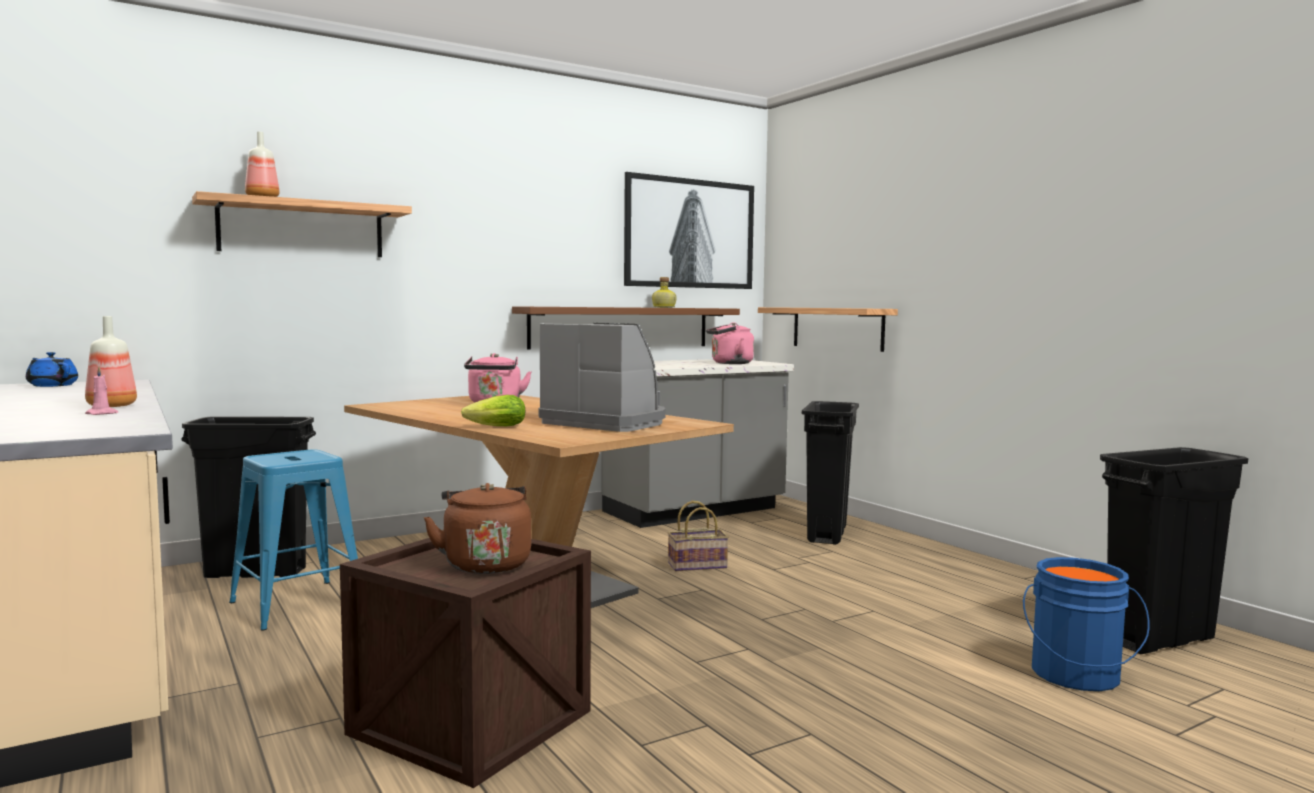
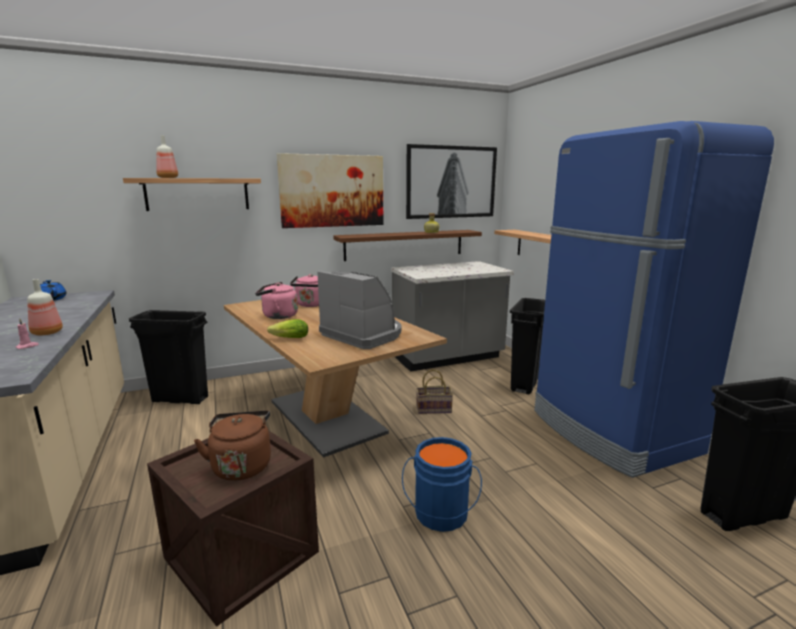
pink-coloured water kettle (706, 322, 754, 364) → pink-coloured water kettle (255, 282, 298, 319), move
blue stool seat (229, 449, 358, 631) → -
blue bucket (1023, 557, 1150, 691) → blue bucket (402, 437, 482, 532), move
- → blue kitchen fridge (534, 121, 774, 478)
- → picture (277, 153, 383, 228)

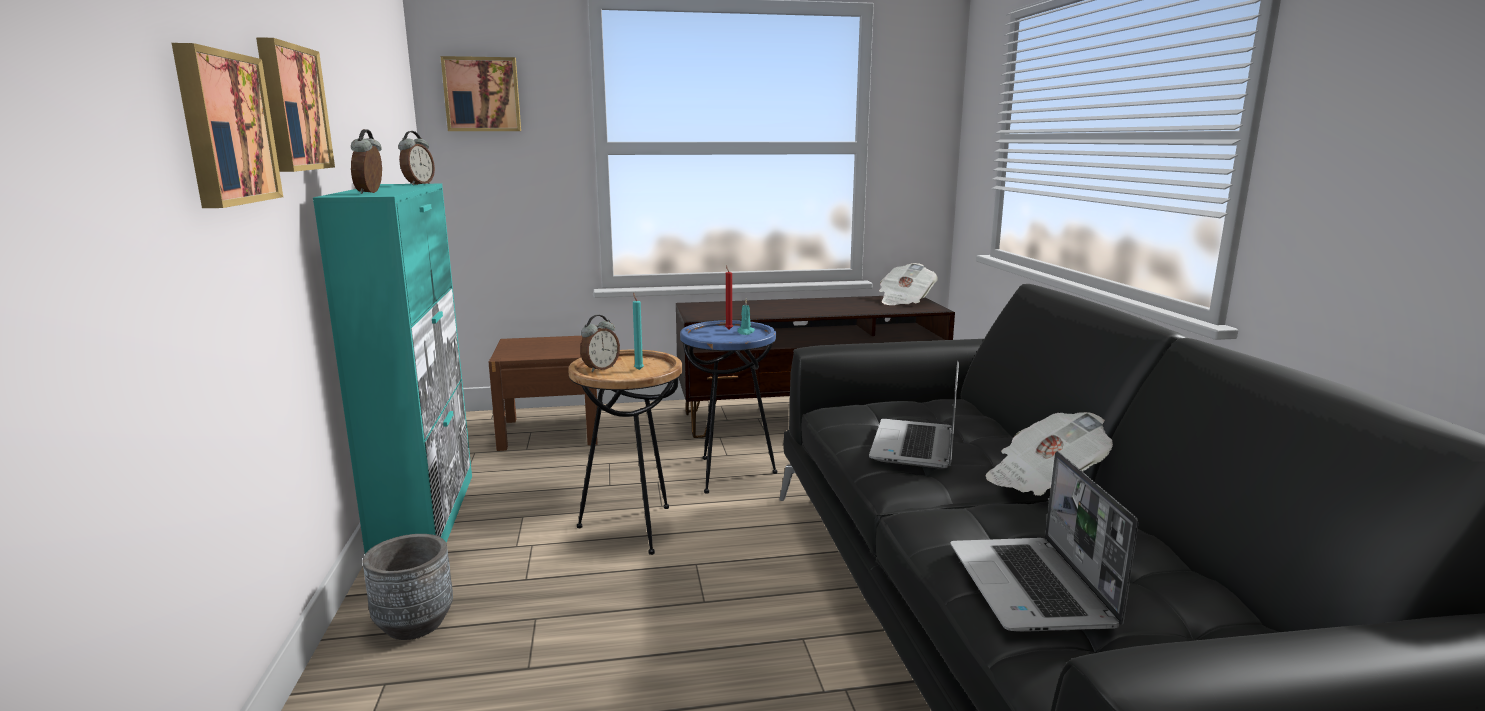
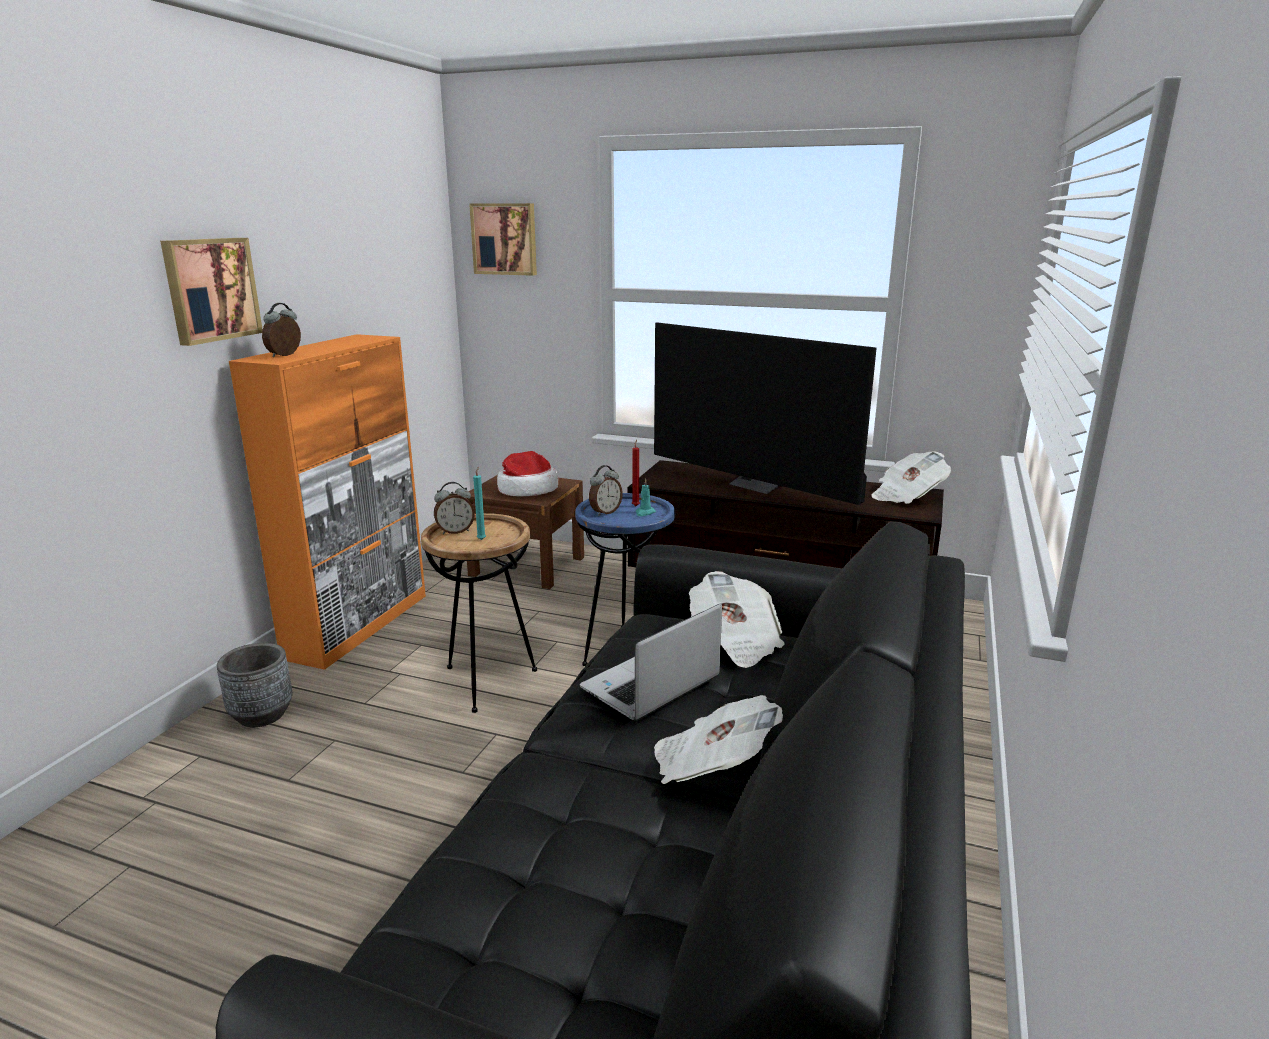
picture (172, 43, 283, 208) → -
bedside clock (398, 131, 435, 185) → bedside clock (589, 465, 623, 516), move
turquoise-coloured cupboard (313, 184, 472, 554) → orange cupboard (229, 334, 426, 670)
notebook computer (950, 451, 1138, 632) → -
- → TV set (654, 322, 877, 505)
- → hat (497, 451, 558, 496)
- → newspaper (689, 571, 785, 668)

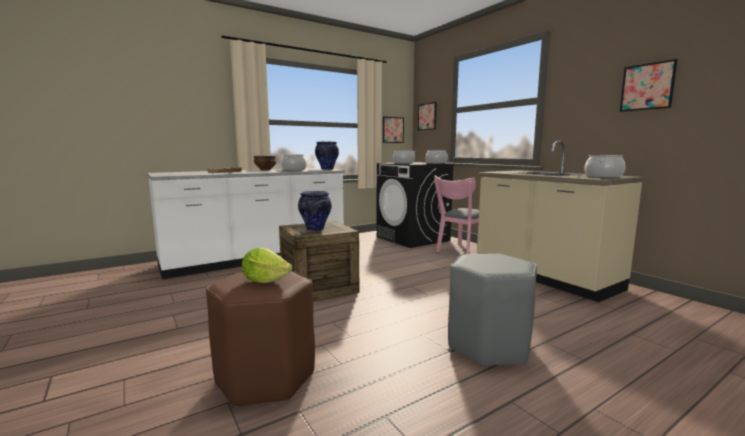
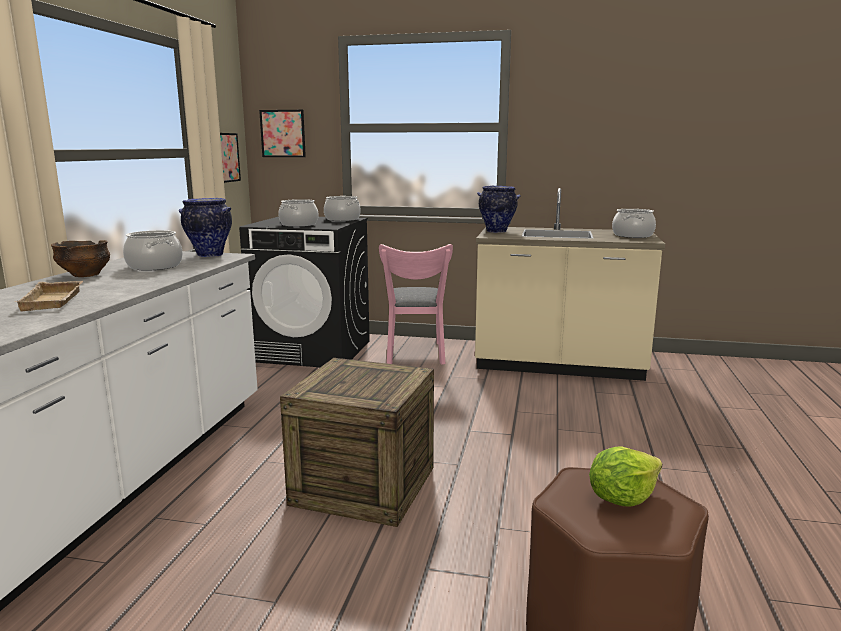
picture (620, 59, 678, 112) → -
vase (298, 191, 331, 231) → vase (477, 186, 521, 233), move
grey stool seat (448, 254, 537, 367) → -

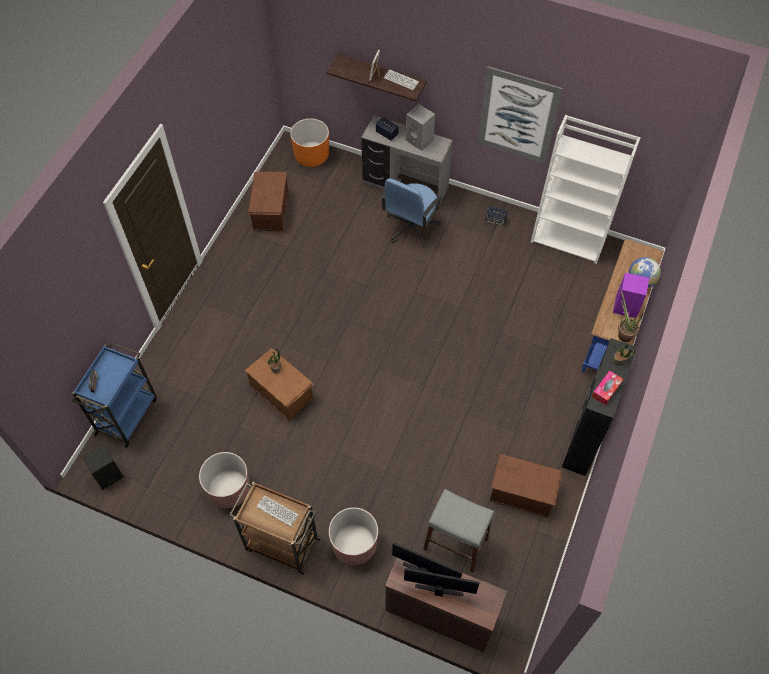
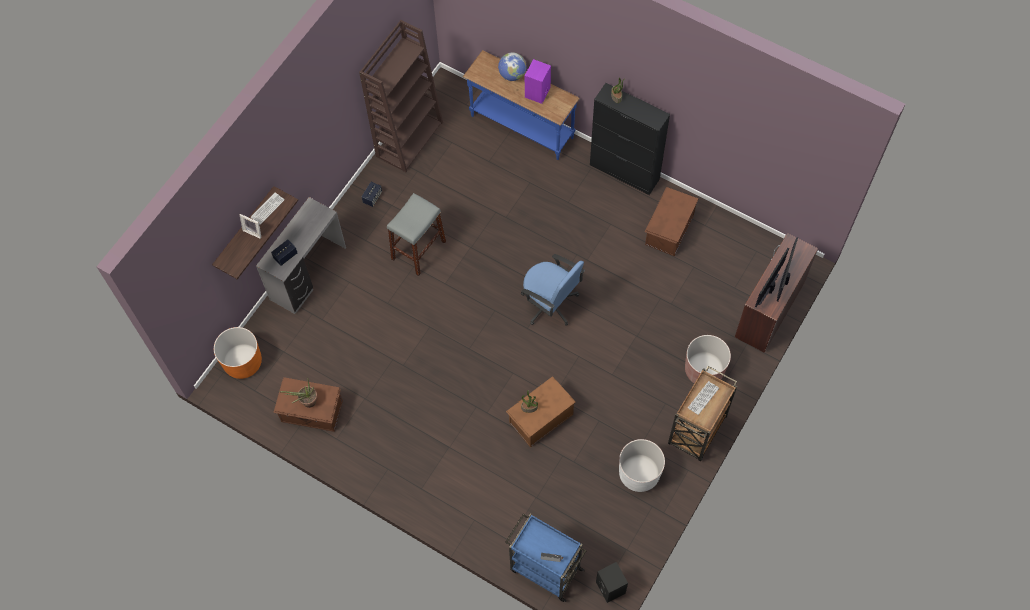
picture (477, 66, 563, 164) → -
grey loudspeaker (406, 104, 435, 151) → -
whitish bookcase (531, 115, 641, 264) → brown-coloured bookcase (359, 20, 443, 172)
blue desk chair (381, 178, 442, 248) → blue desk chair (521, 254, 585, 325), move
houseplant (615, 289, 645, 342) → houseplant (279, 380, 317, 408), move
tissue holder (592, 371, 623, 405) → -
brown-coloured planter (199, 452, 250, 509) → whitish planter (619, 439, 665, 492)
grey stool seat (423, 489, 494, 573) → grey stool seat (387, 193, 446, 276), move

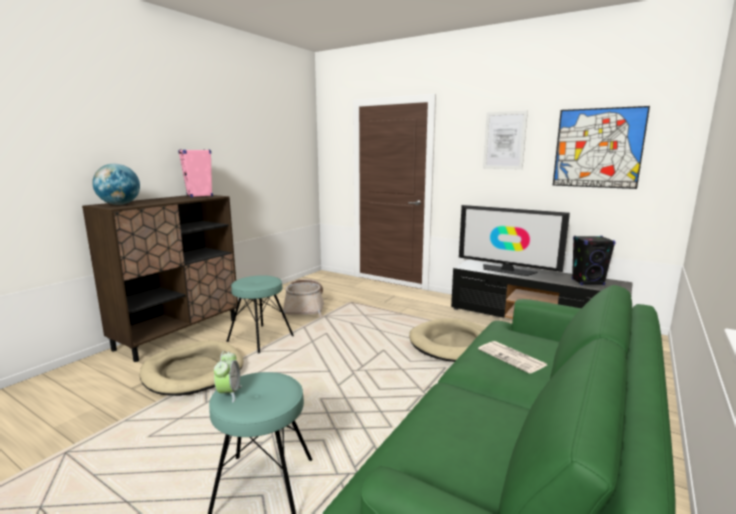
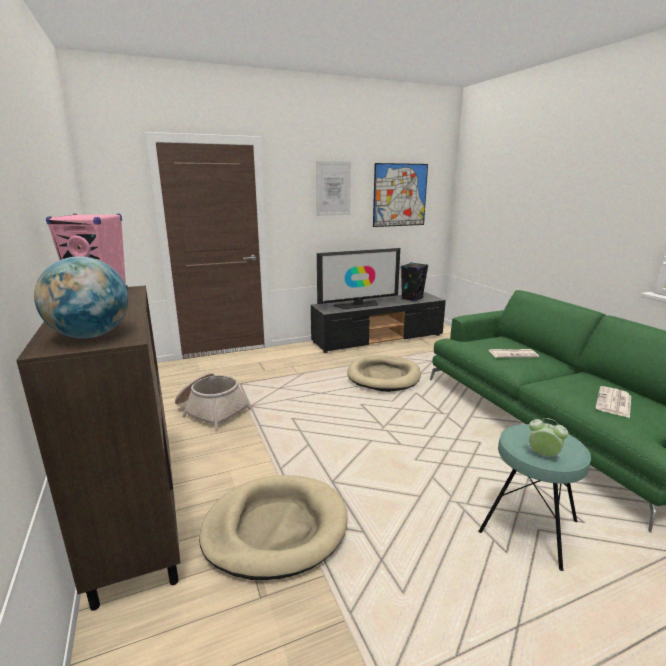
turquoise-coloured stool seat (226, 275, 294, 354) → -
- → newspaper (595, 386, 631, 418)

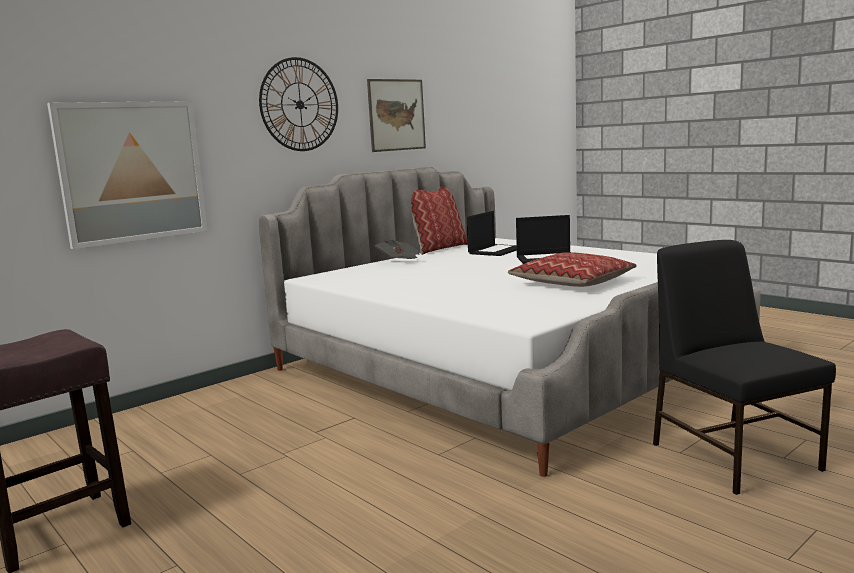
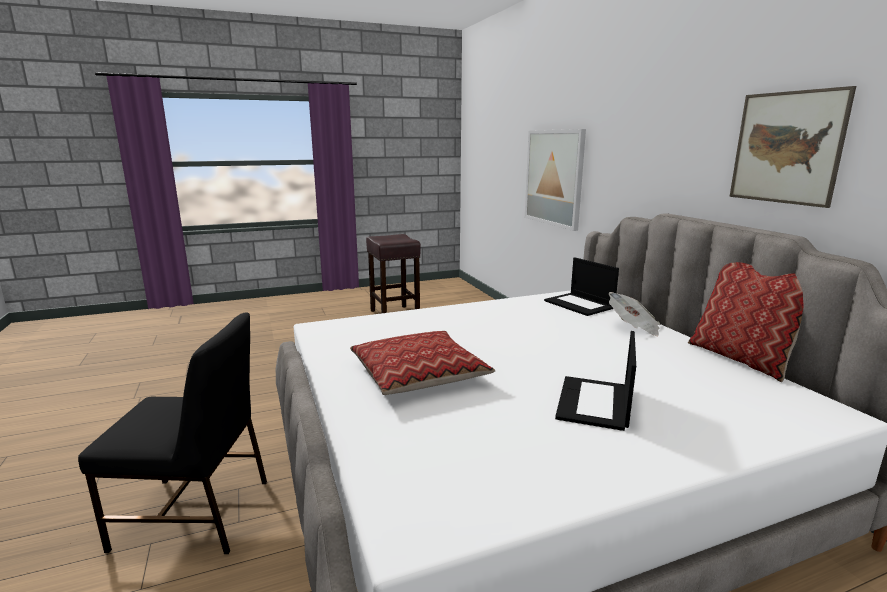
wall clock (259, 57, 338, 151) → -
notebook computer (467, 211, 517, 256) → notebook computer (544, 257, 619, 316), move

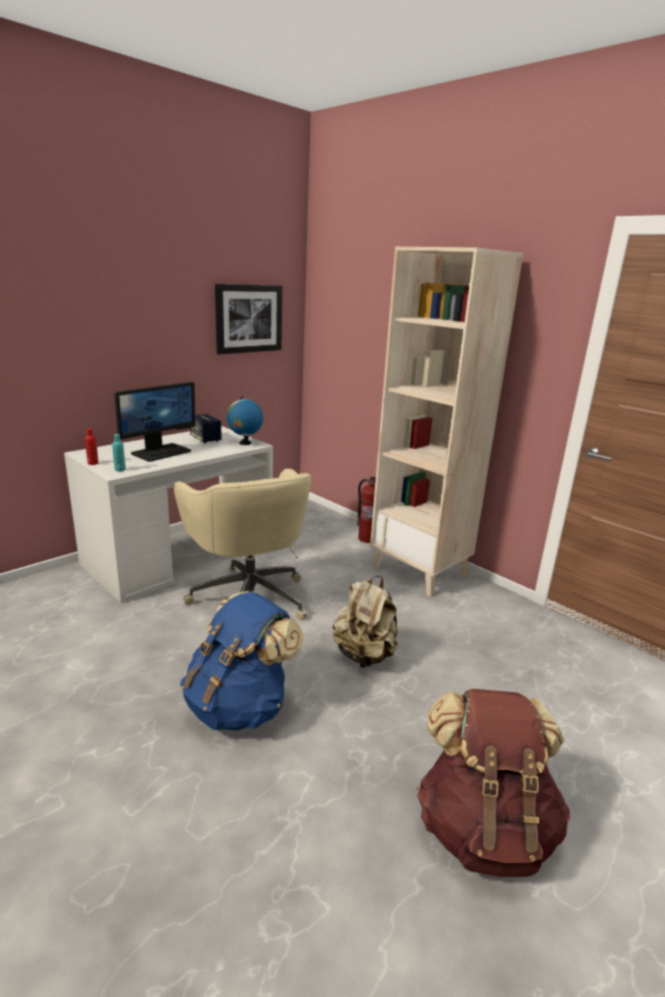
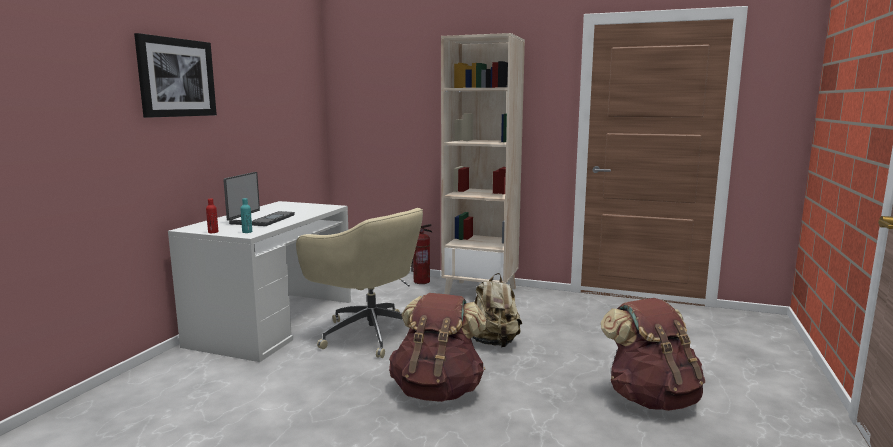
picture (215, 284, 282, 354) → picture (134, 33, 217, 118), move
computer screen (114, 382, 195, 462) → notebook computer (223, 172, 295, 226)
desk globe (227, 396, 263, 445) → -
loudspeaker (190, 414, 222, 443) → -
blue rucksack (180, 591, 304, 731) → brown-coloured rucksack (389, 293, 487, 402)

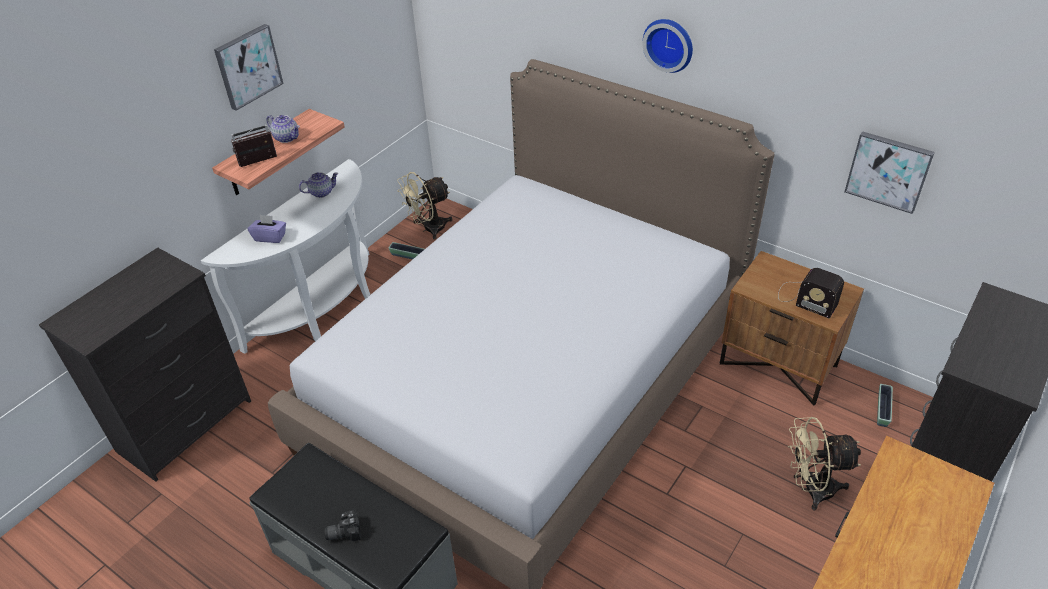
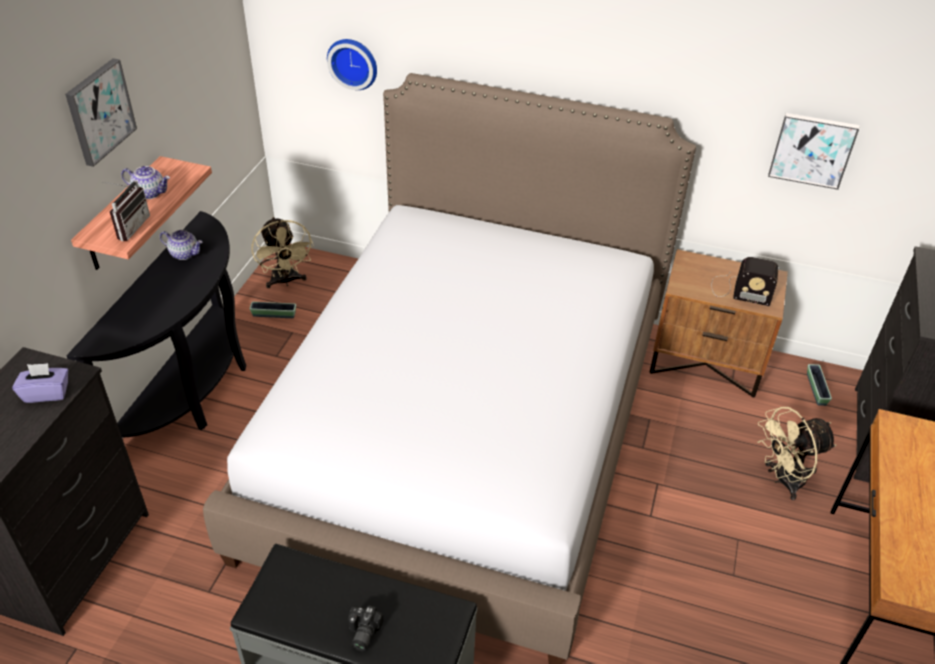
wall clock (643, 19, 693, 73) → wall clock (327, 39, 377, 90), move
radio set (231, 125, 277, 167) → radio set (104, 180, 150, 241), 150 degrees clockwise
whitish narrow table (201, 159, 370, 354) → black-coloured narrow table (66, 211, 246, 438)
teapot (299, 172, 338, 198) → teapot (160, 230, 203, 260), 60 degrees clockwise
beige fan (397, 172, 452, 239) → beige fan (251, 217, 314, 288), 60 degrees counterclockwise
purple tissue holder (248, 214, 286, 243) → purple tissue holder (12, 363, 68, 403), move
photo camera (324, 510, 361, 541) → photo camera (348, 605, 384, 651), 45 degrees counterclockwise

